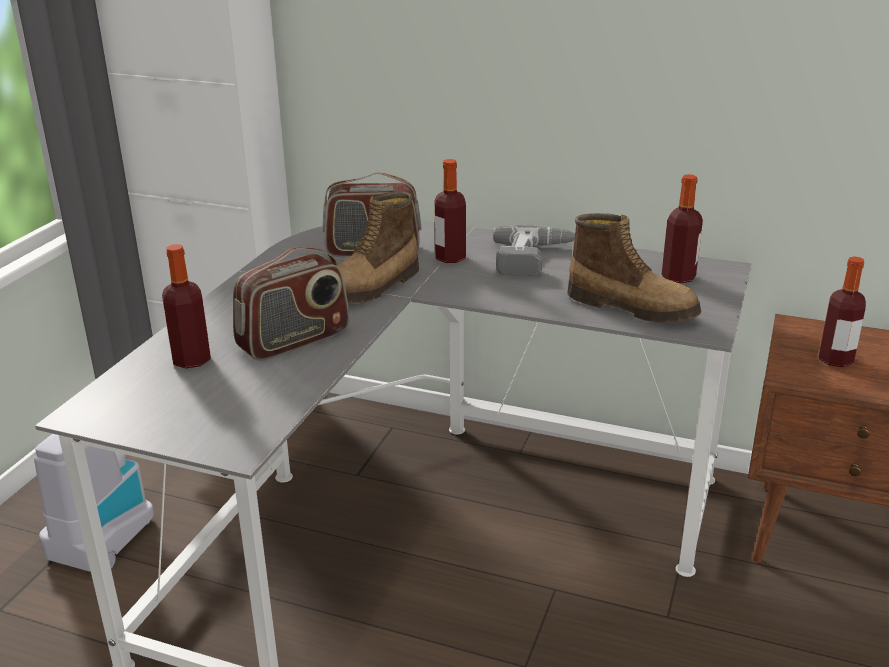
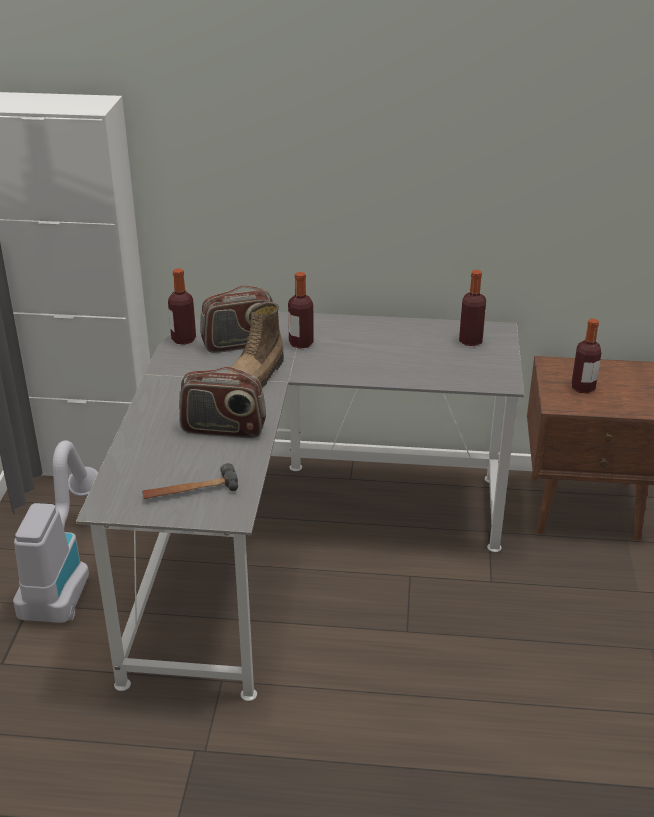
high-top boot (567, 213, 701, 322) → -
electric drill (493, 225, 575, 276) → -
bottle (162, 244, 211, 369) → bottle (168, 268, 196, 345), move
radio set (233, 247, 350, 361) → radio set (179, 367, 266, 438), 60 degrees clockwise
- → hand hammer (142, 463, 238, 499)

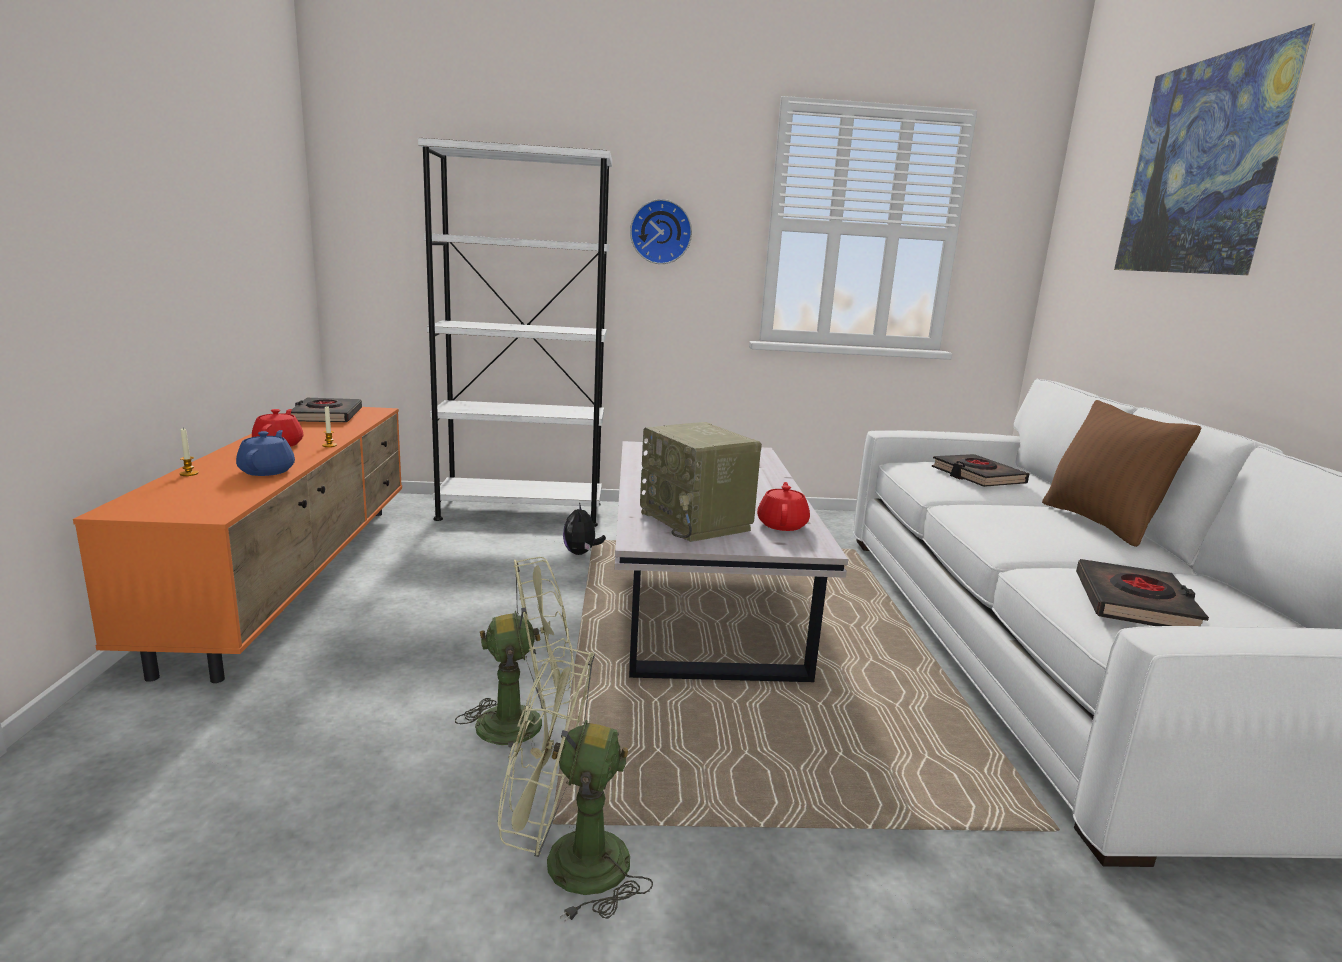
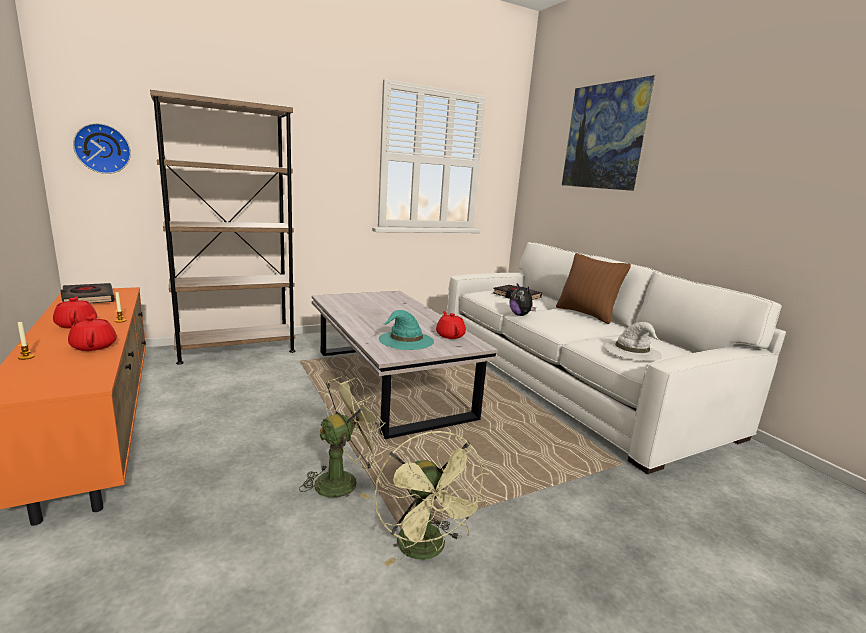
whitish bookcase (418, 137, 612, 527) → brown-coloured bookcase (150, 90, 295, 365)
wall clock (630, 199, 692, 264) → wall clock (73, 123, 131, 174), move
radio set (640, 422, 762, 542) → turquoise-coloured hat (379, 310, 434, 350)
blue teapot (236, 430, 295, 476) → red-coloured teapot (68, 314, 117, 351)
soft toy (563, 503, 606, 555) → soft toy (509, 283, 536, 316), move
black-coloured volume (1076, 559, 1209, 626) → whitish hat (603, 322, 662, 361)
greenish fan (498, 646, 653, 923) → greenish fan (374, 431, 490, 567), 90 degrees counterclockwise

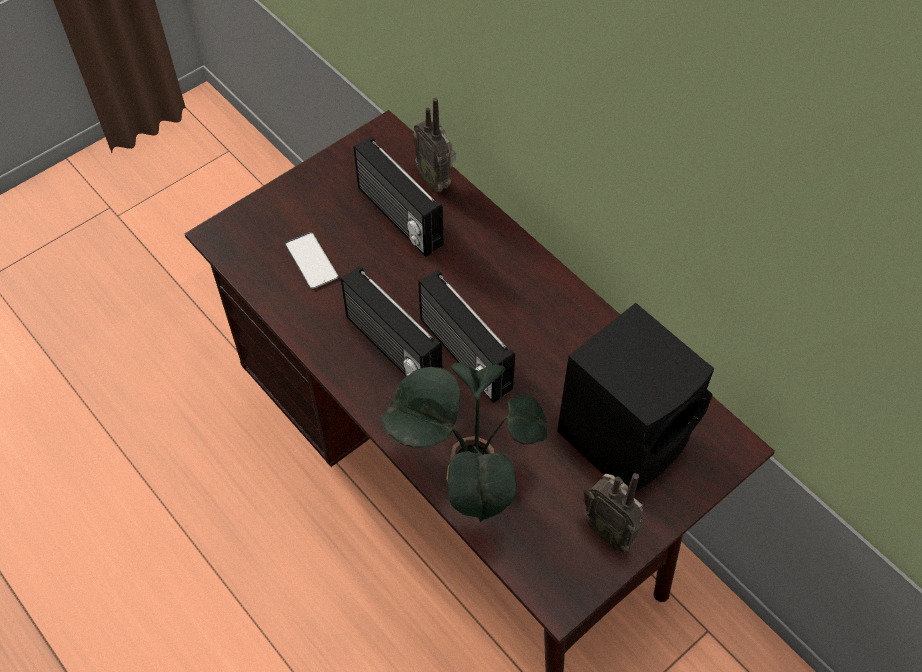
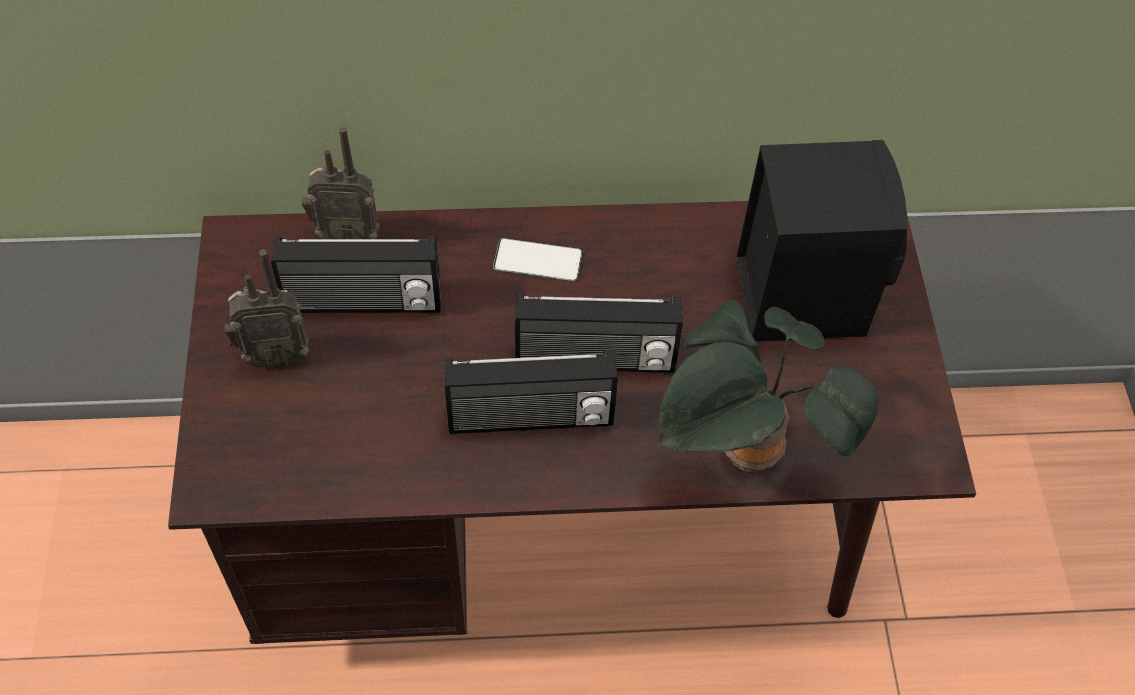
handset (286, 232, 338, 289) → handset (493, 238, 582, 281), move
radio set (583, 473, 644, 552) → radio set (224, 250, 309, 369), move

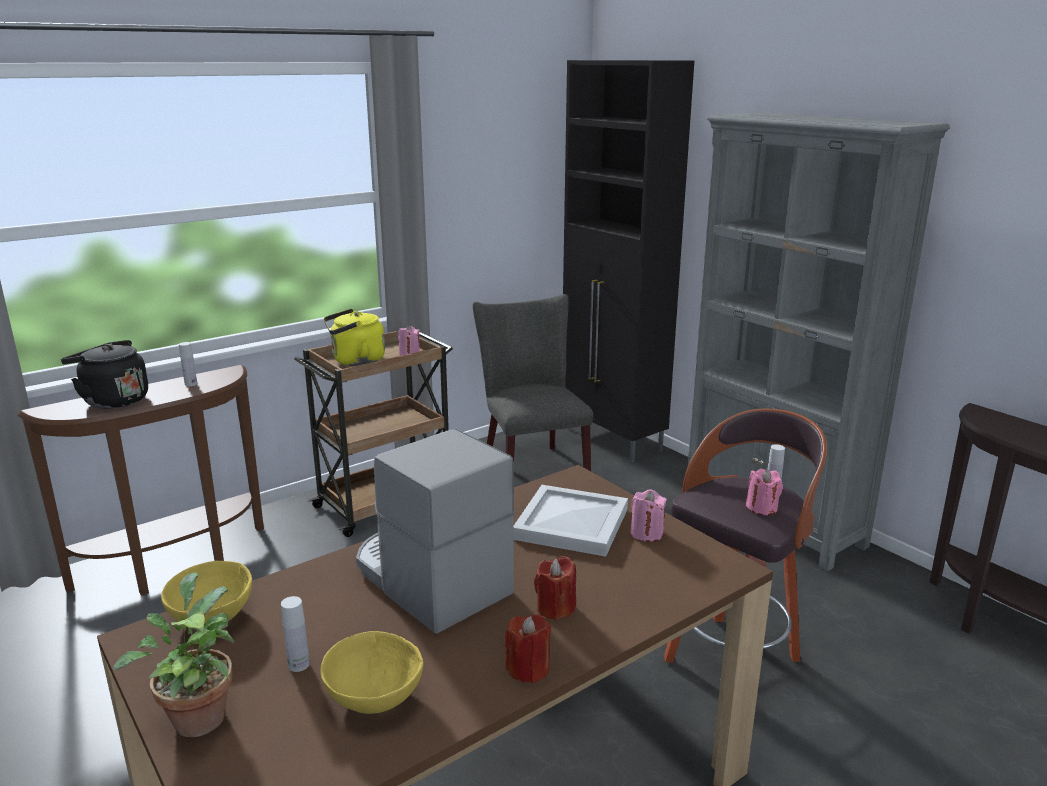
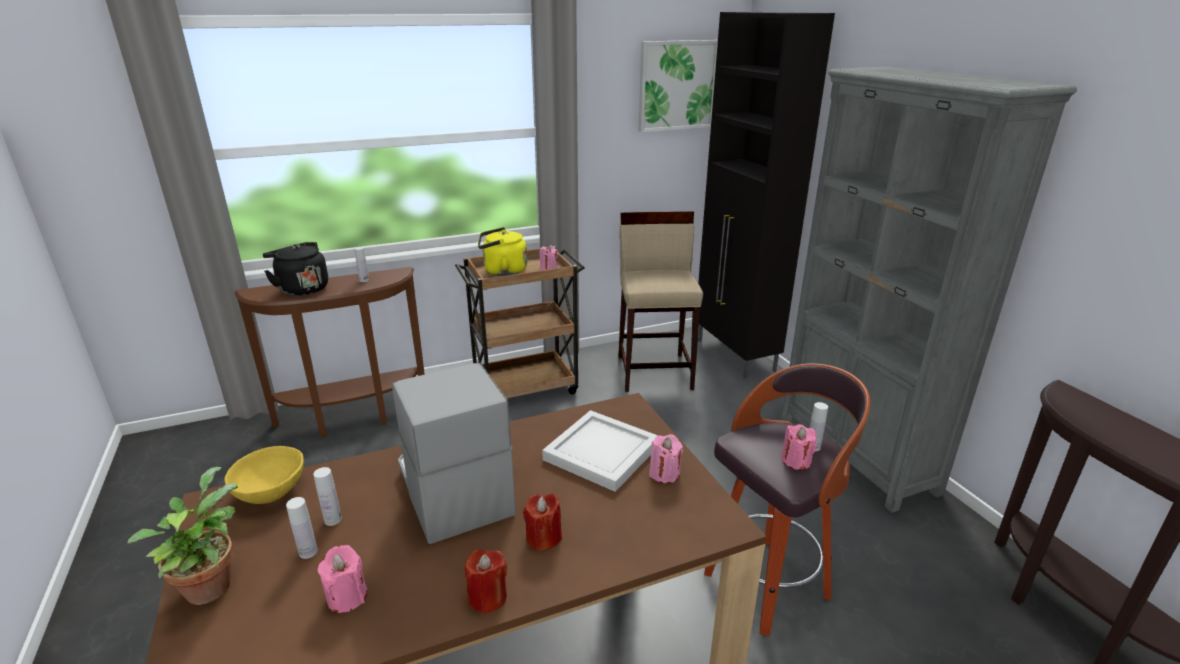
grey upright chair (473, 294, 593, 471) → beige stool seat (618, 211, 703, 392)
yellow deep dish (320, 631, 423, 714) → pink-coloured candle (318, 545, 367, 613)
- → picture (639, 40, 718, 132)
- → whitish bottle (313, 467, 342, 526)

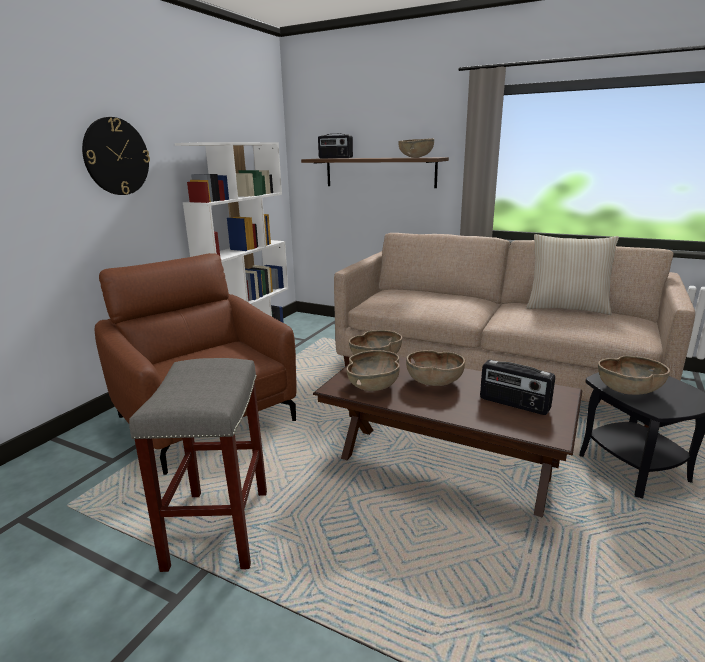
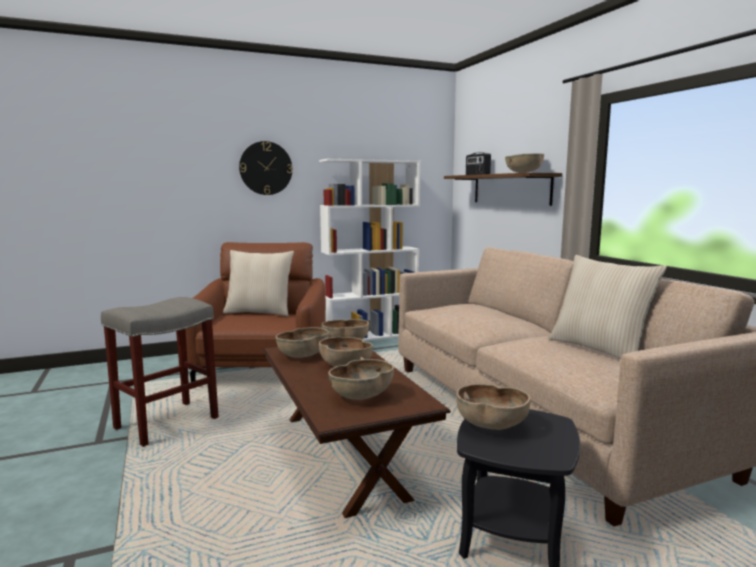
radio set (480, 360, 555, 415) → brown-coloured deep dish (328, 359, 394, 400)
- → beige cushion (223, 250, 294, 316)

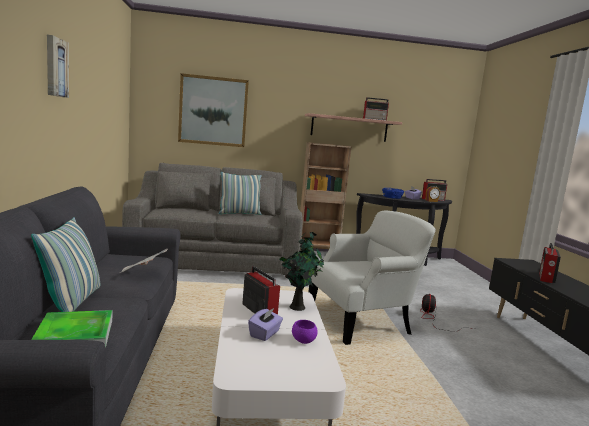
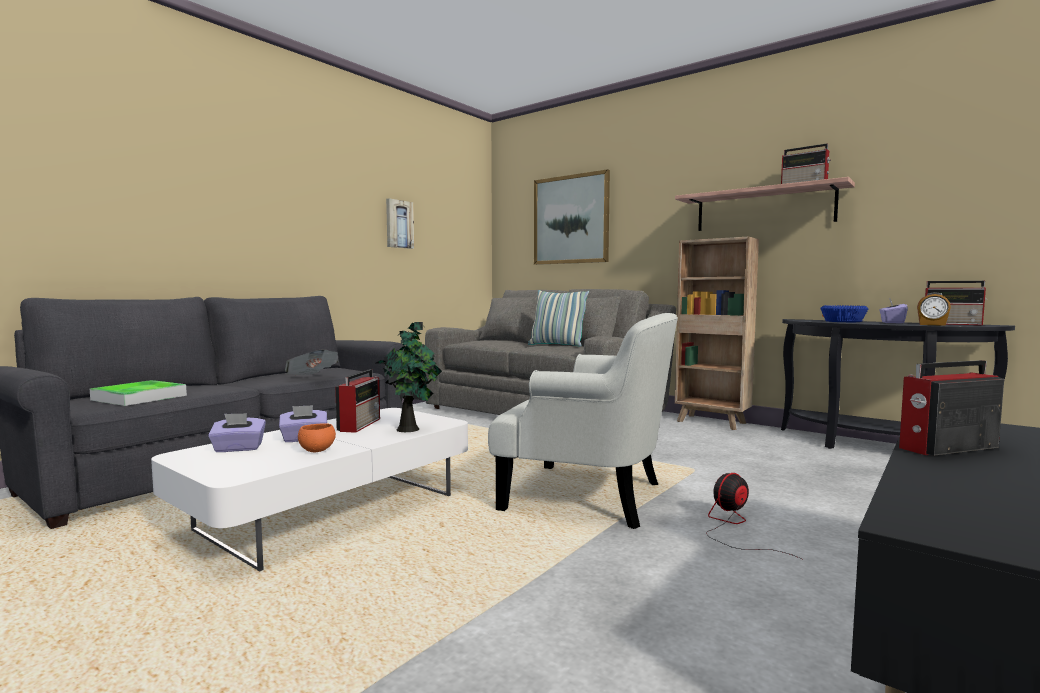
picture (47, 35, 69, 98) → picture (386, 198, 414, 249), move
cushion (31, 217, 100, 312) → -
purple deep dish (292, 320, 317, 344) → orange deep dish (298, 423, 336, 452)
- → purple tissue holder (208, 413, 266, 452)

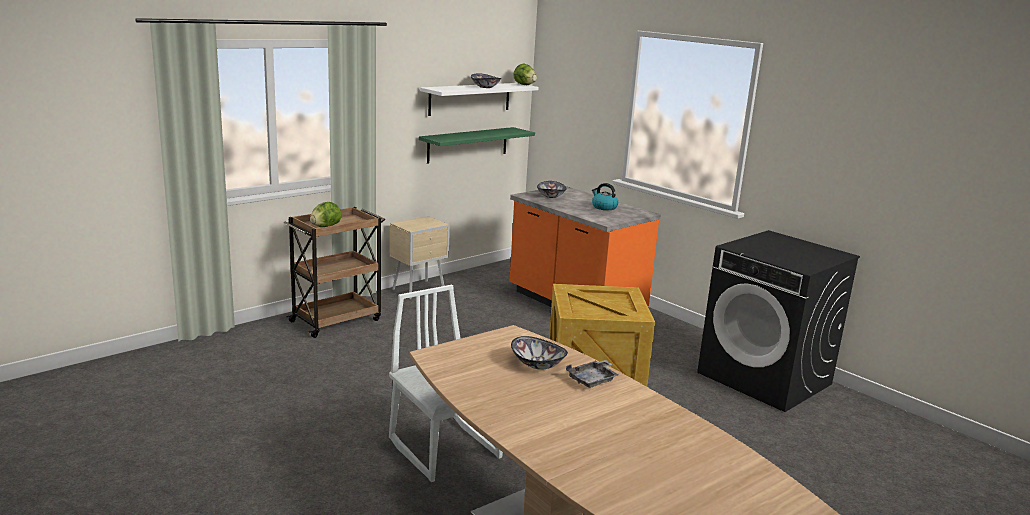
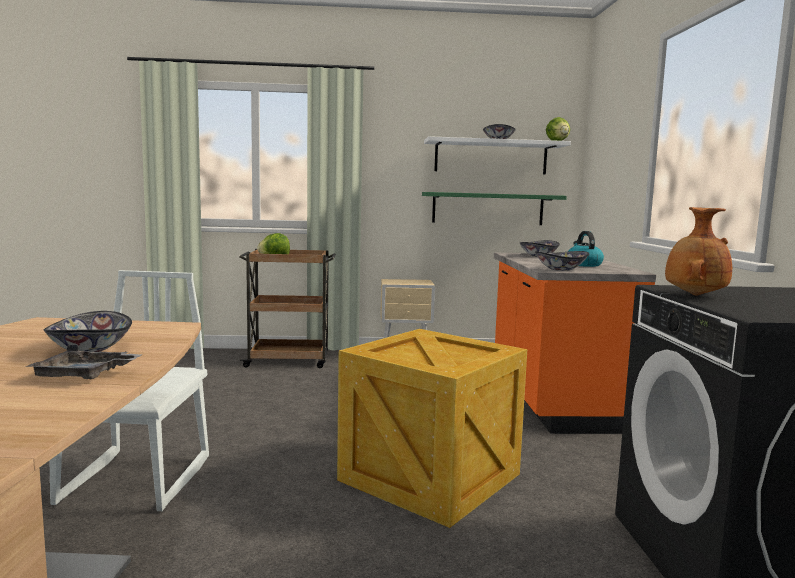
- → brown-coloured vase (665, 207, 732, 296)
- → deep dish (535, 251, 589, 271)

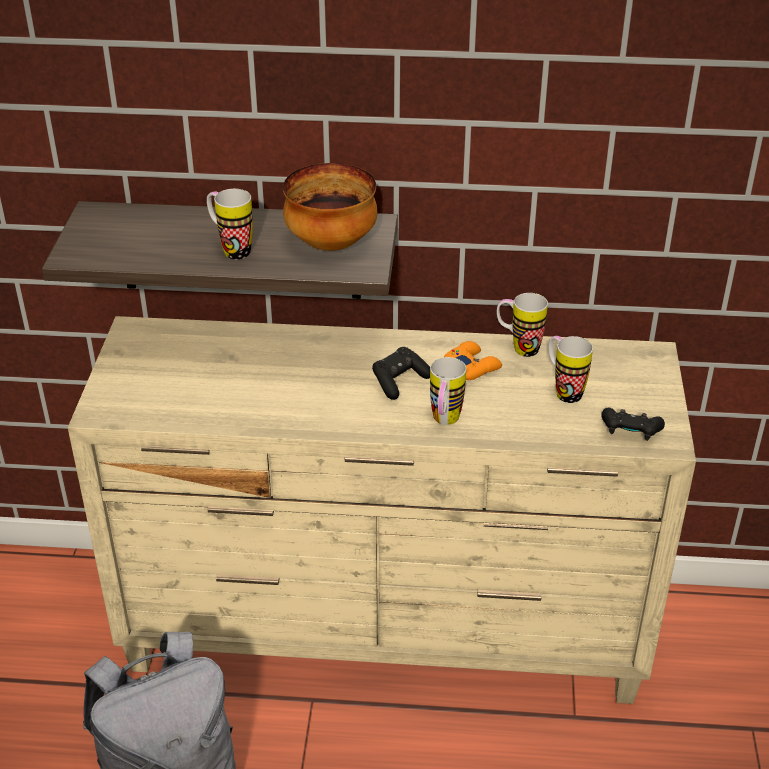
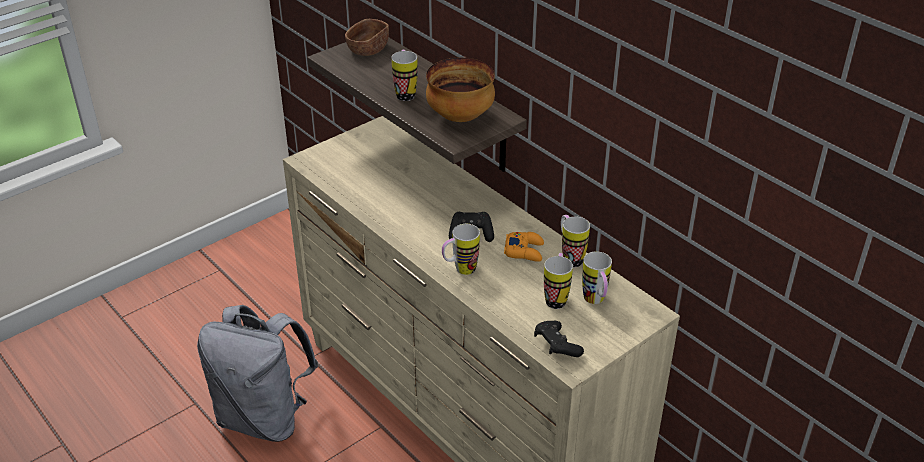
- → brown-coloured deep dish (345, 19, 389, 56)
- → coffee mug (582, 251, 612, 304)

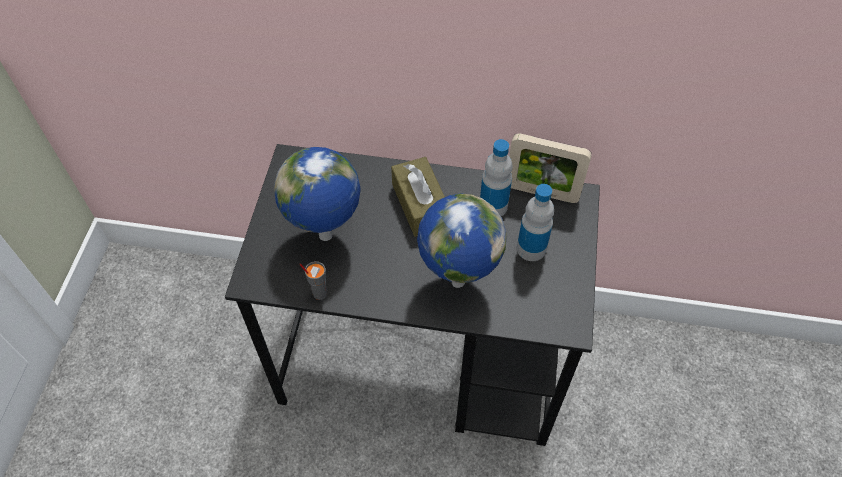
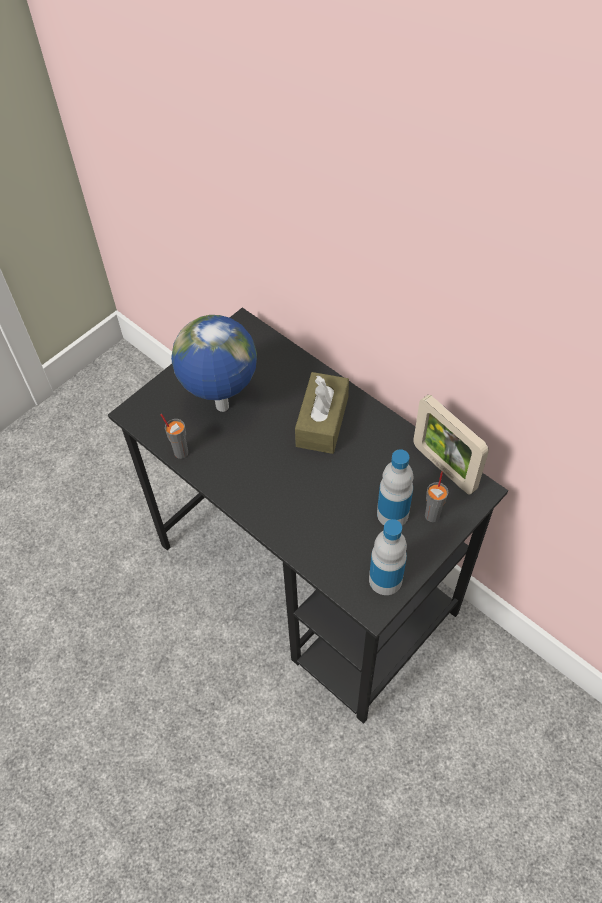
bottle (480, 139, 513, 216) → bottle (369, 519, 407, 595), move
desk globe (417, 194, 507, 288) → -
- → grey cup (425, 471, 448, 522)

